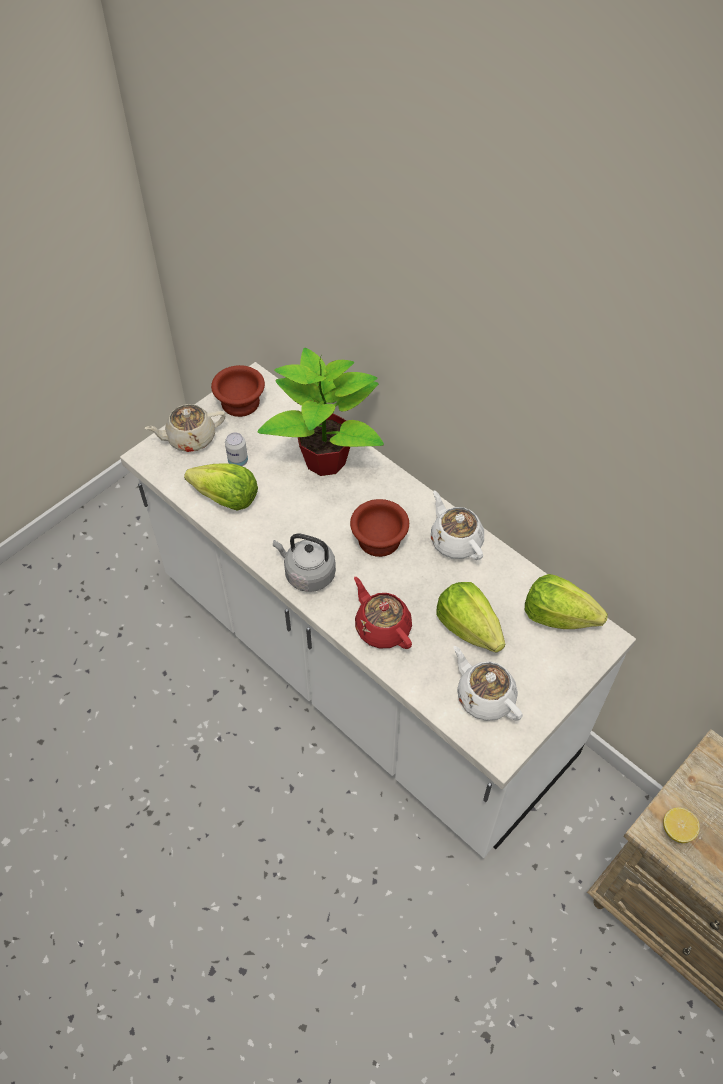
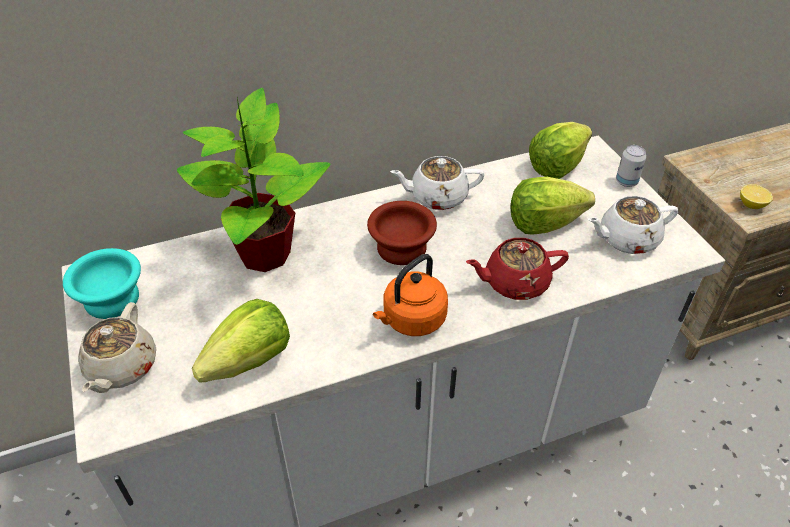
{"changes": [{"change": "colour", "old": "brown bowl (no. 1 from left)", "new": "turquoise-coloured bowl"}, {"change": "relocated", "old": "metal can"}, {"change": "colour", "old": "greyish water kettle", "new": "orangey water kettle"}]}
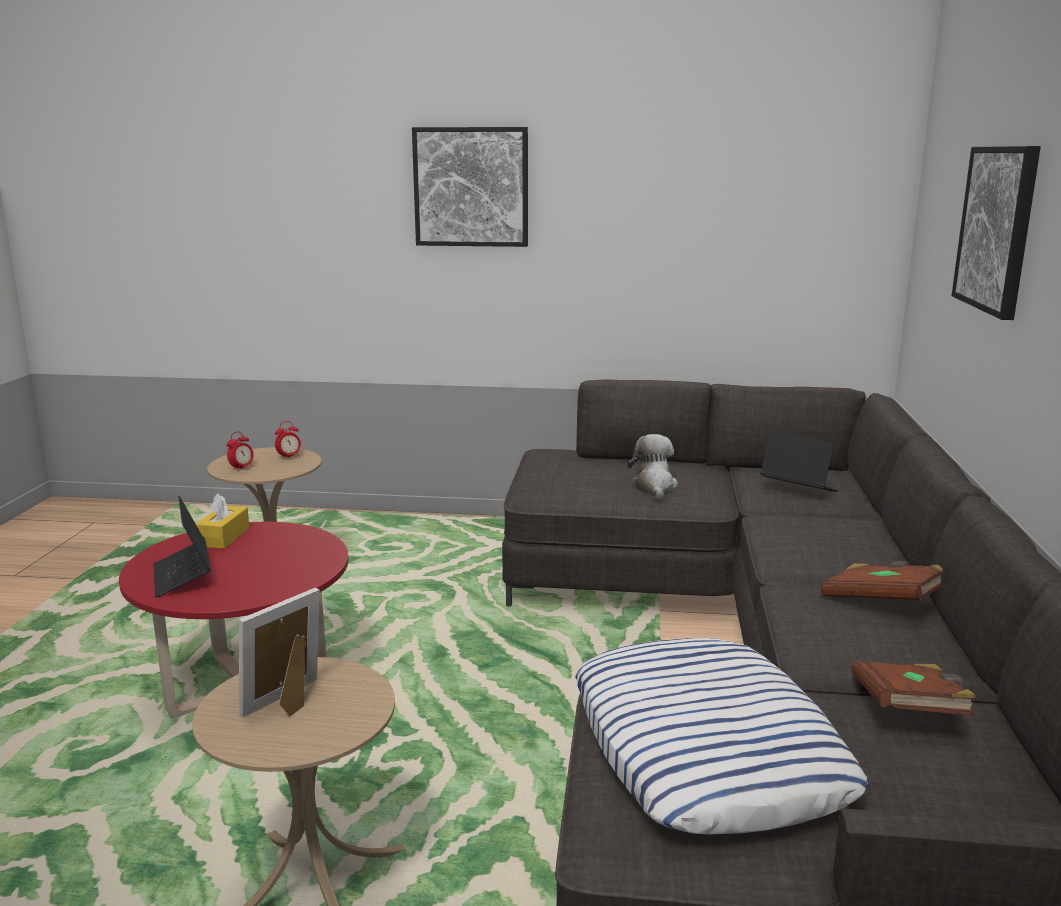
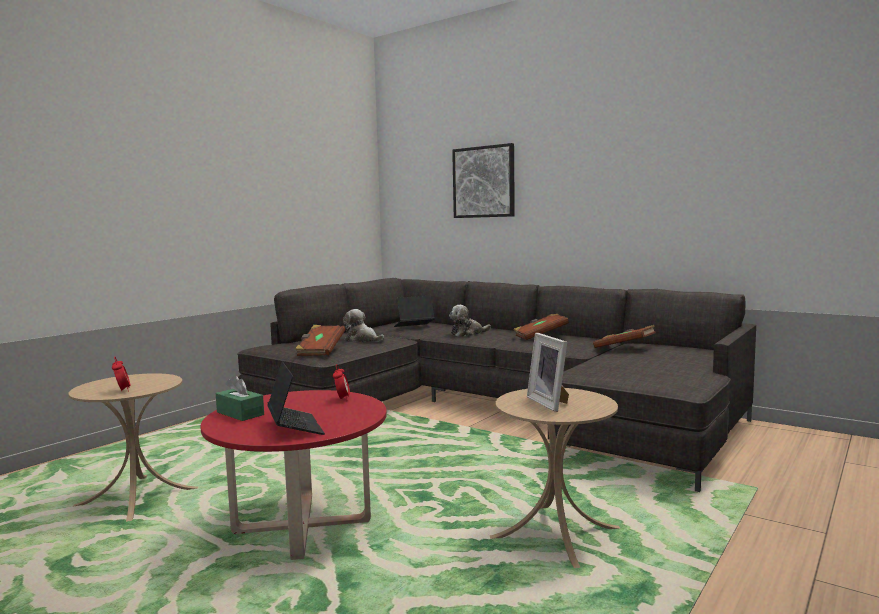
{"changes": [{"change": "spun", "old": "laptop (no. 1 from left)", "degrees": -120}, {"change": "colour", "old": "yellow-coloured box of tissues", "new": "green-coloured box of tissues"}, {"change": "relocated", "old": "bedside clock (no. 2 from left)"}, {"change": "missing", "old": "wall picture (no. 1 from left)"}, {"change": "missing", "old": "pillow"}, {"change": "appeared", "new": "brown bound book (no. 1 from left)"}, {"change": "appeared", "new": "cuddly toy (no. 2 from left)"}]}
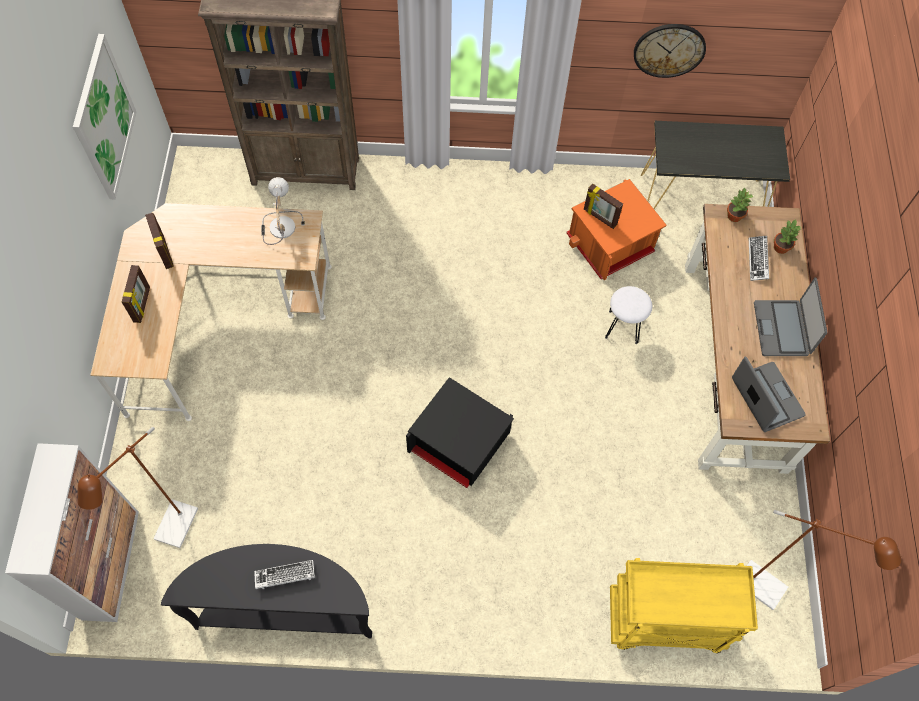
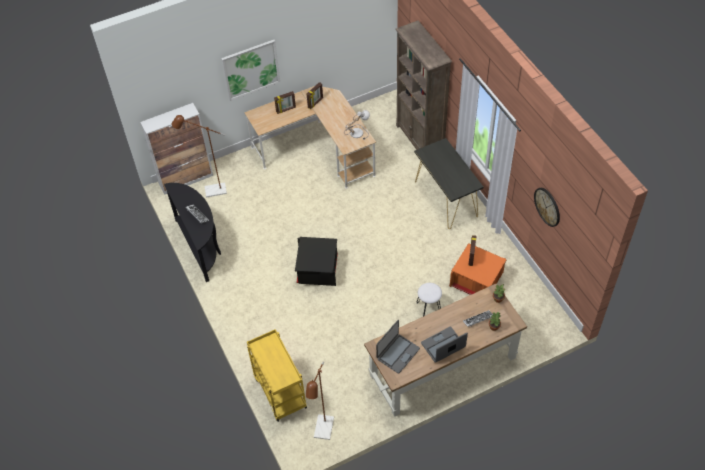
{"changes": [{"change": "relocated", "old": "wall picture"}, {"change": "relocated", "old": "black narrow table (no. 2 from left)"}]}
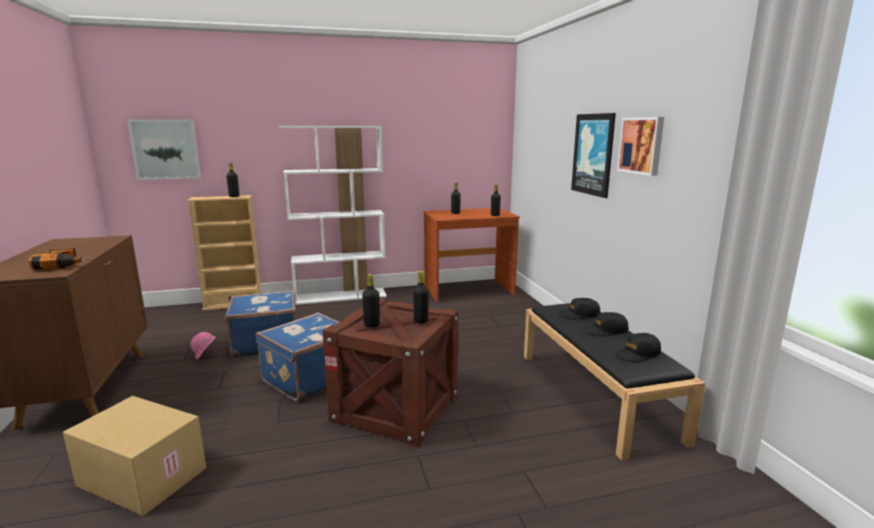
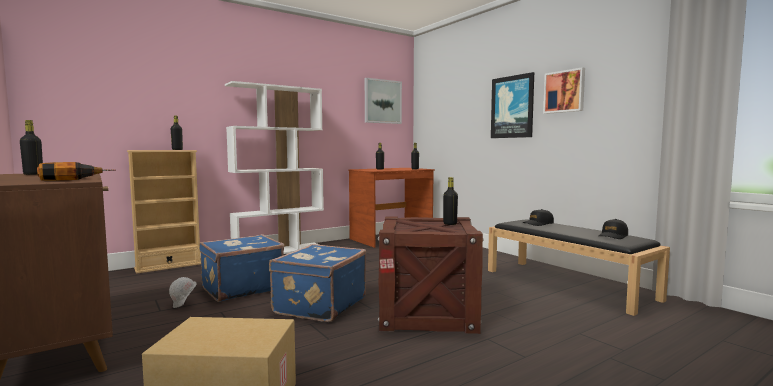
{"changes": [{"change": "relocated", "old": "wall picture (no. 1 from left)"}, {"change": "colour", "old": "pink-coloured hard hat", "new": "white-coloured hard hat"}, {"change": "relocated", "old": "black bottle (no. 2 from left in the first image)", "new": "black bottle (no. 1 from left)"}, {"change": "missing", "old": "black baseball cap (no. 2 from left)"}]}
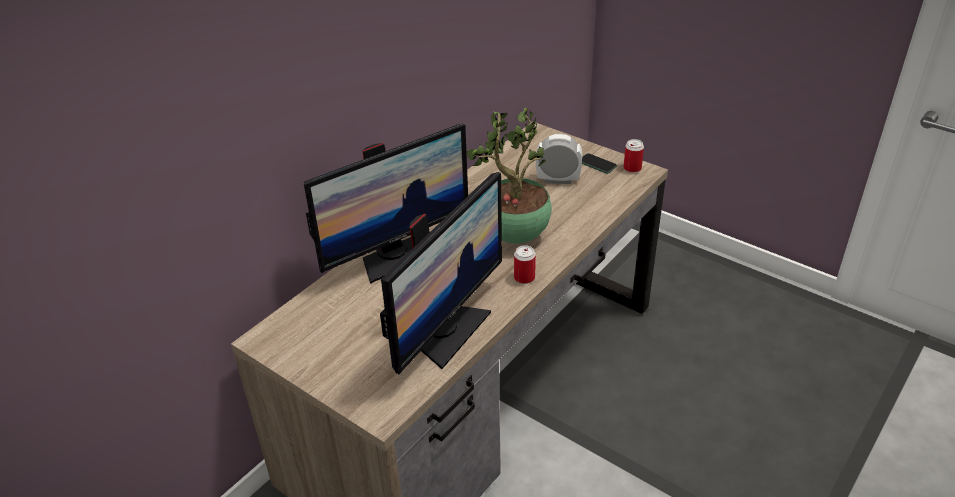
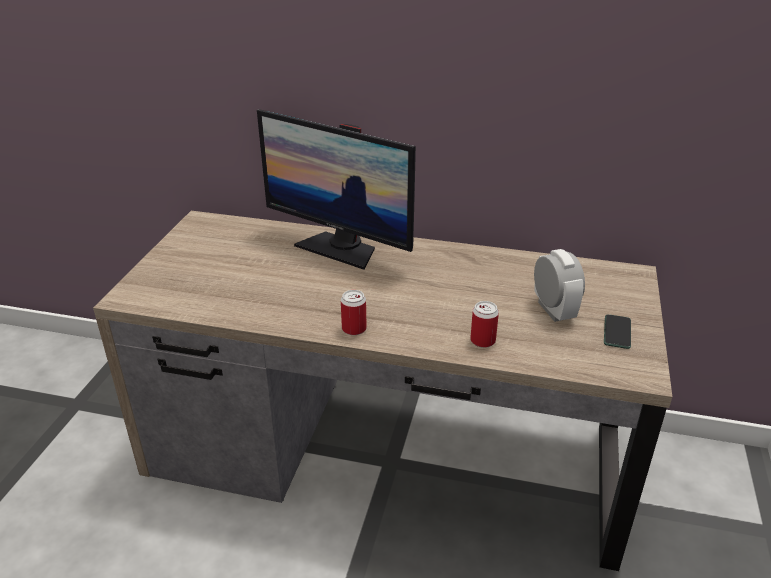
{"changes": [{"change": "missing", "old": "monitor (no. 2 from left)"}, {"change": "missing", "old": "potted plant"}, {"change": "relocated", "old": "metal can (no. 2 from left)"}]}
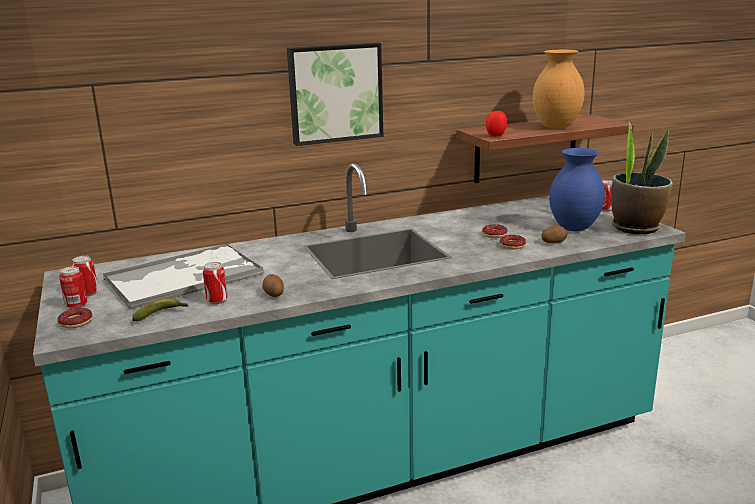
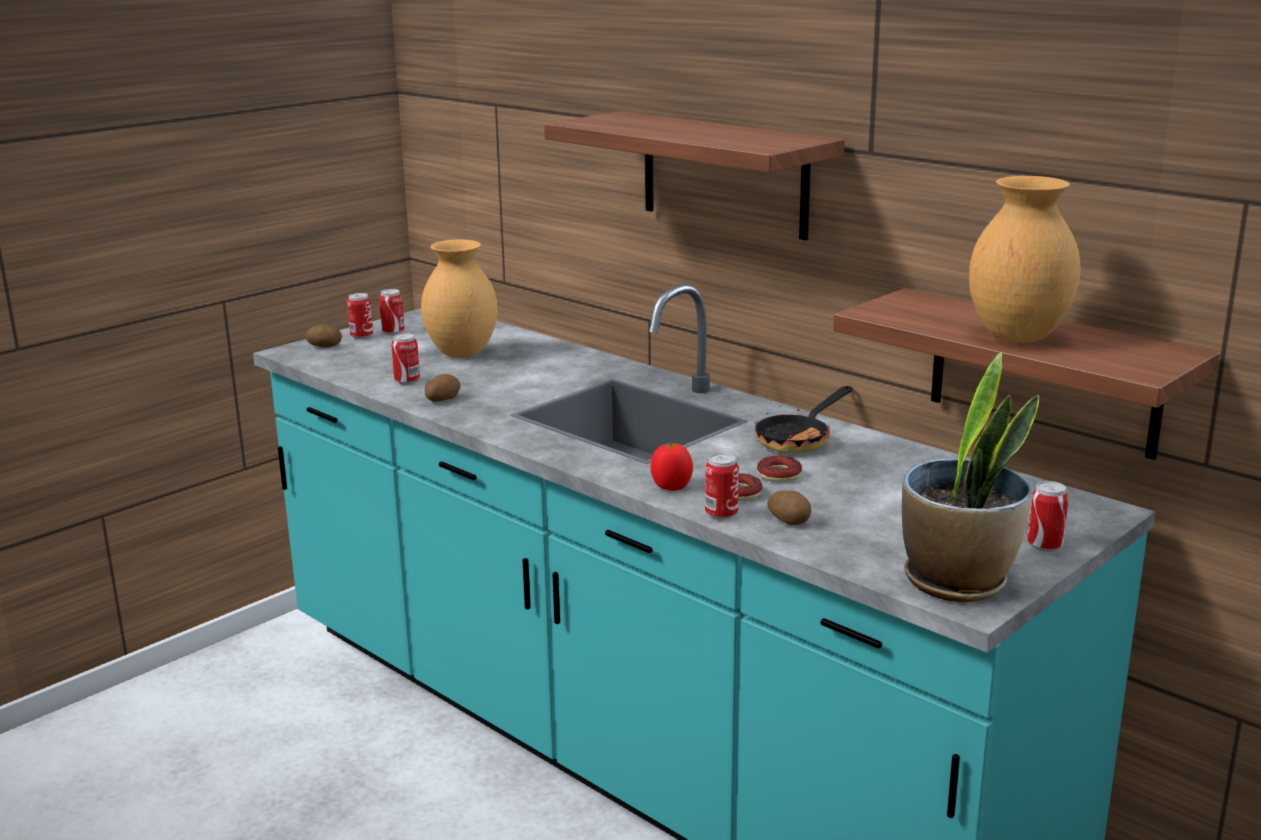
{"changes": [{"change": "exchanged", "old": "donut (no. 1 from left)", "new": "whole potato (no. 1 from left)"}, {"change": "exchanged", "old": "serving tray", "new": "brown vase (no. 1 from left)"}, {"change": "missing", "old": "whole banana"}, {"change": "exchanged", "old": "wall picture", "new": "shelf (no. 1 from left)"}, {"change": "relocated", "old": "tomato"}, {"change": "missing", "old": "blue-coloured vase"}, {"change": "appeared", "new": "metal can (no. 4 from left)"}, {"change": "appeared", "new": "frying pan"}]}
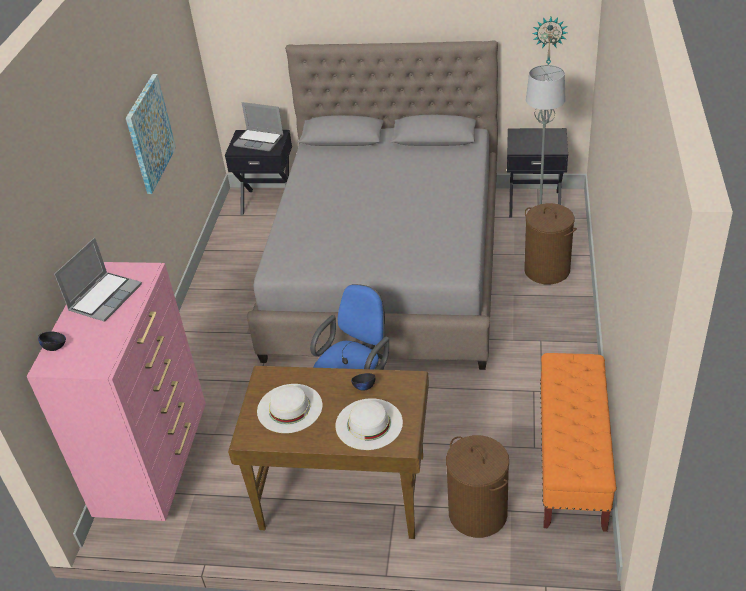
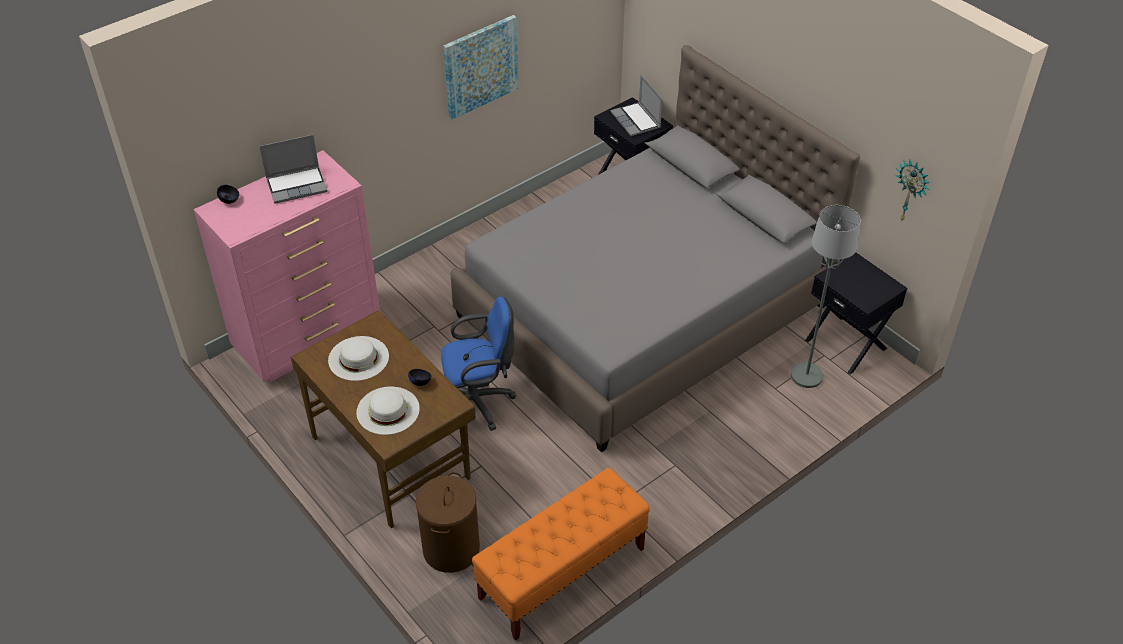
{"changes": [{"change": "missing", "old": "brown hamper (no. 2 from left)"}]}
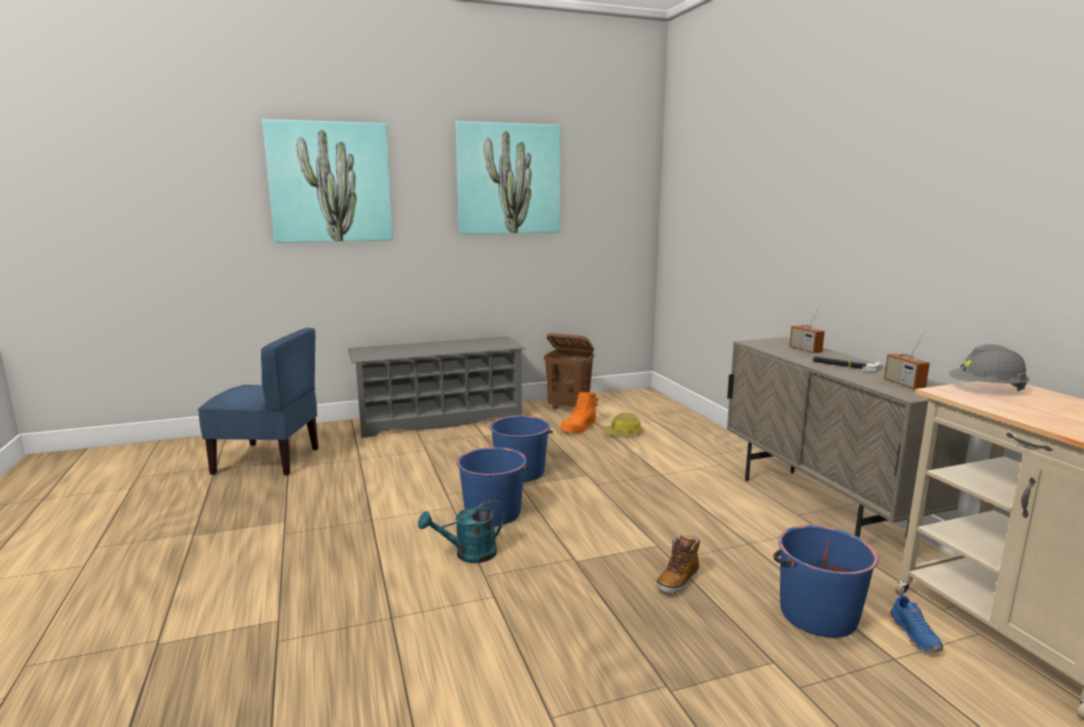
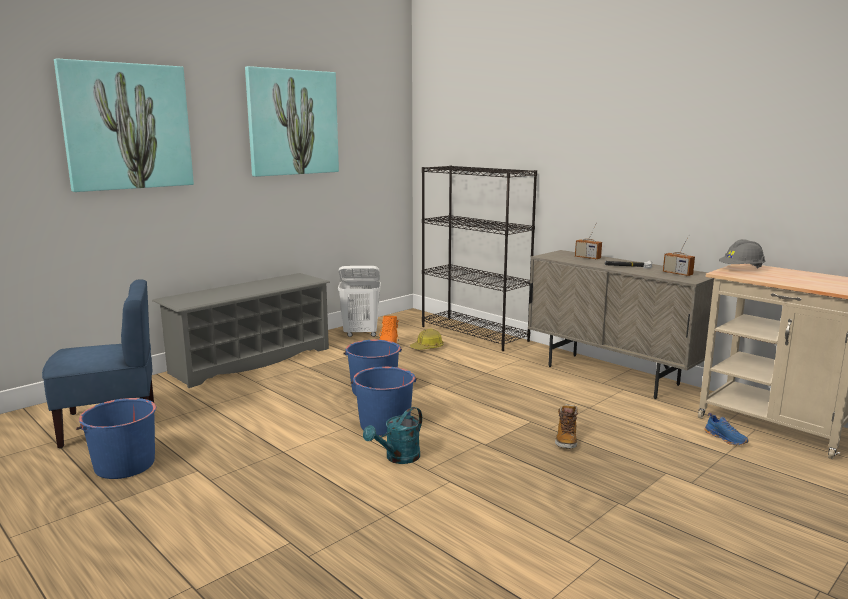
{"changes": [{"change": "colour", "old": "brown hamper", "new": "white-coloured hamper"}, {"change": "relocated", "old": "blue-coloured bucket (no. 3 from left in the first image)", "new": "blue-coloured bucket (no. 1 from left)"}, {"change": "appeared", "new": "black shelving unit"}]}
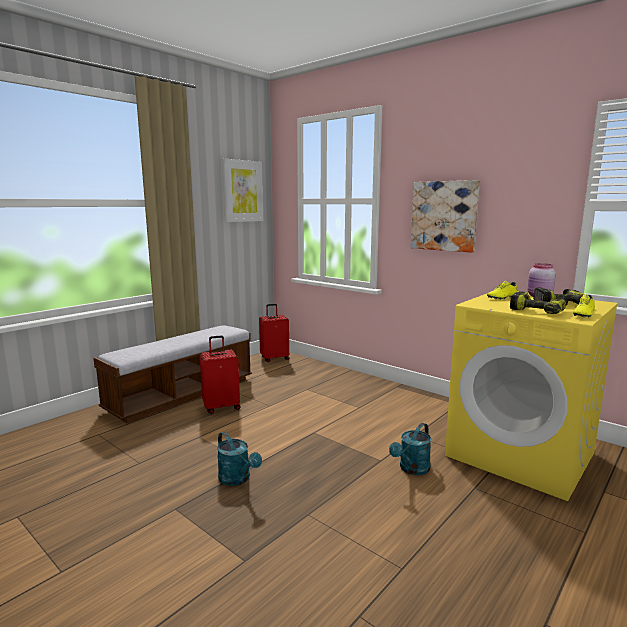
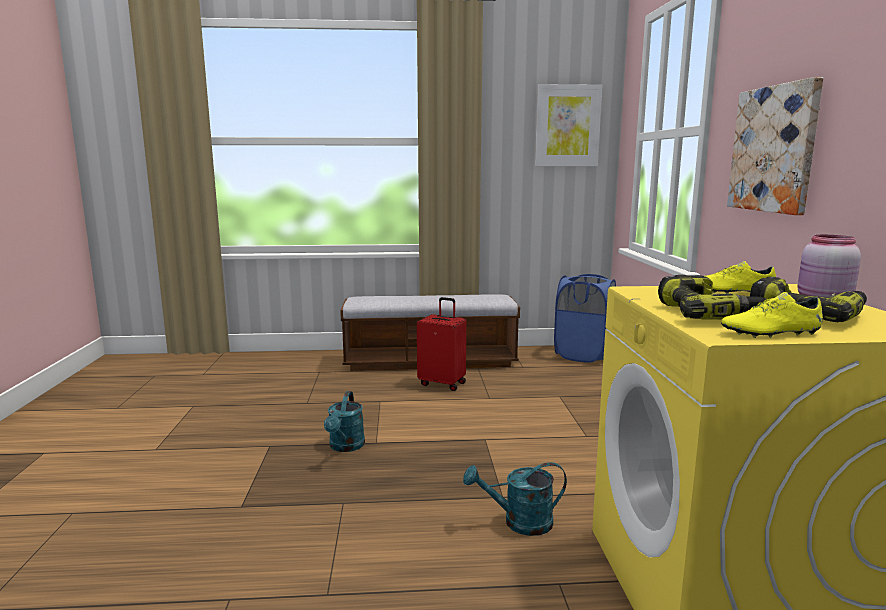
{"changes": [{"change": "exchanged", "old": "red-coloured suitcase (no. 2 from left)", "new": "blue-coloured hamper"}]}
